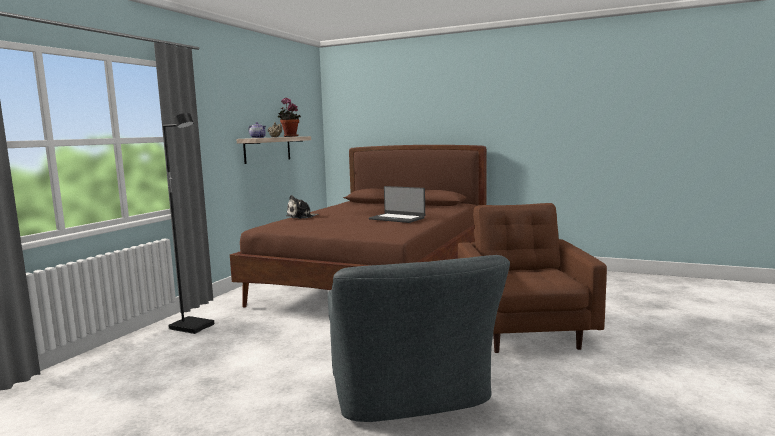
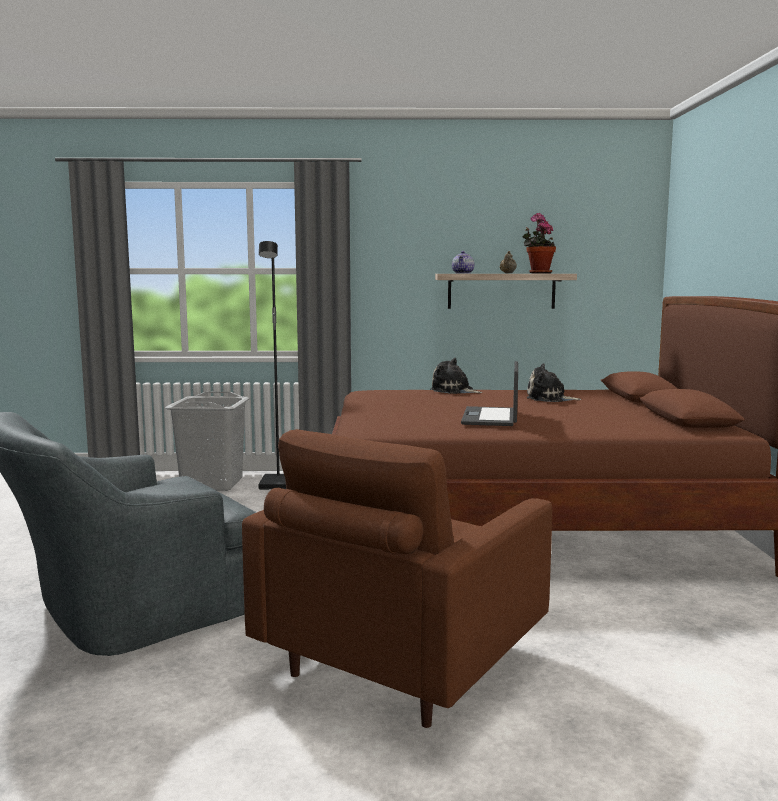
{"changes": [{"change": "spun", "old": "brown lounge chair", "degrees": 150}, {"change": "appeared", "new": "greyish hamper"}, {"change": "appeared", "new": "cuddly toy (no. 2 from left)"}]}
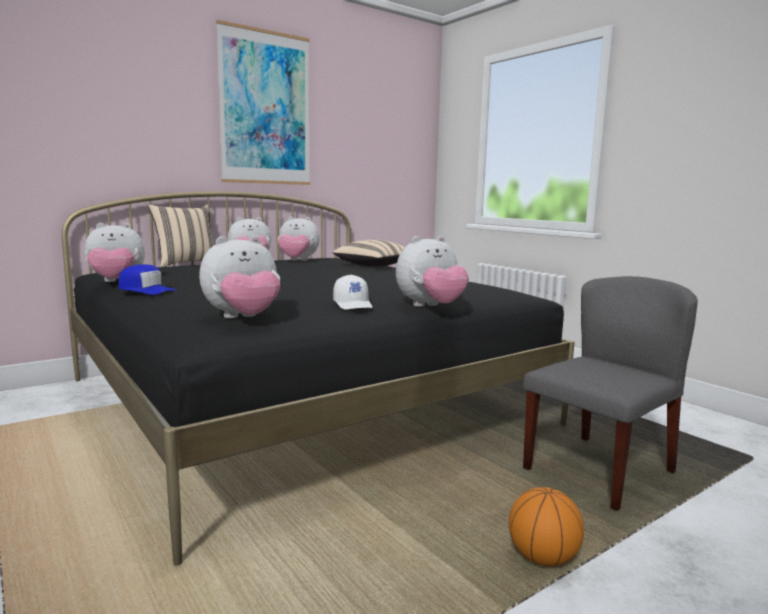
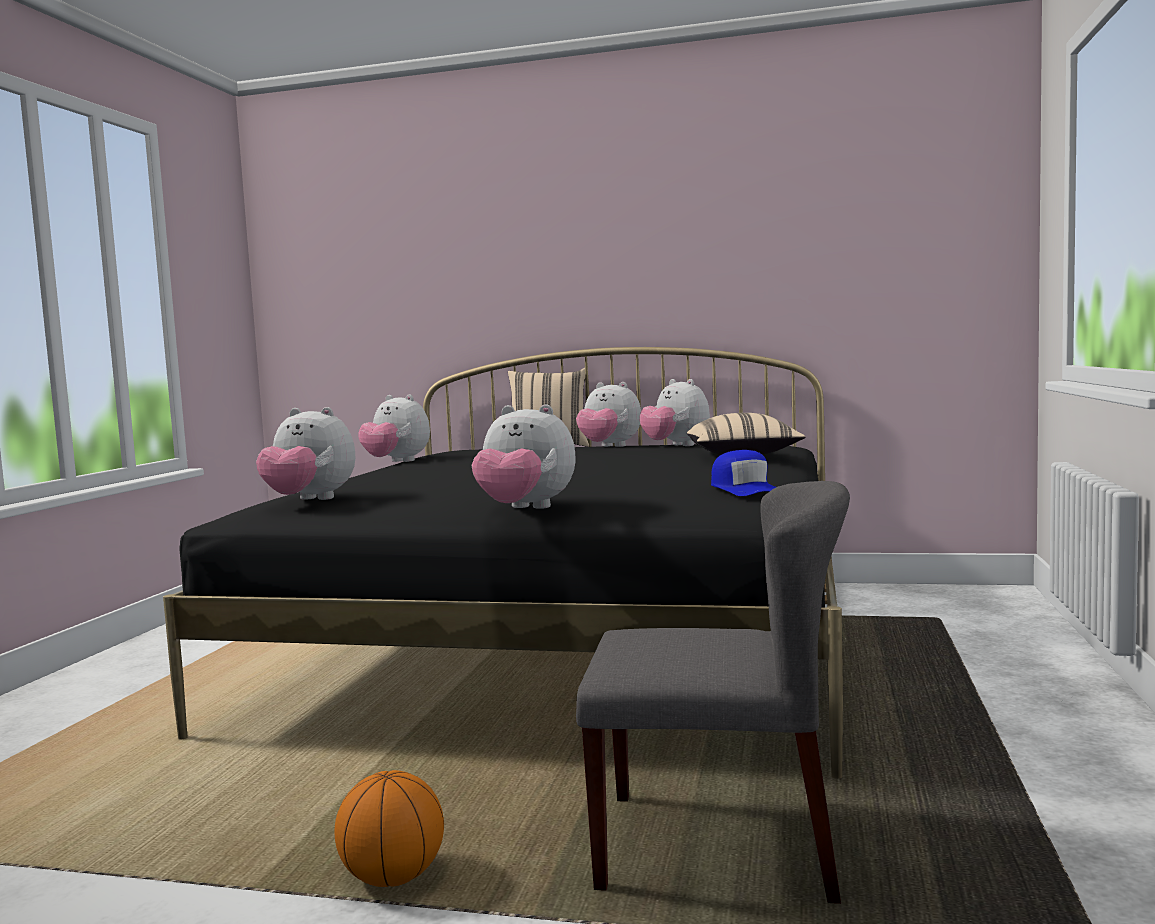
{"changes": [{"change": "relocated", "old": "blue-coloured baseball cap"}, {"change": "missing", "old": "wall picture"}, {"change": "missing", "old": "white-coloured baseball cap"}]}
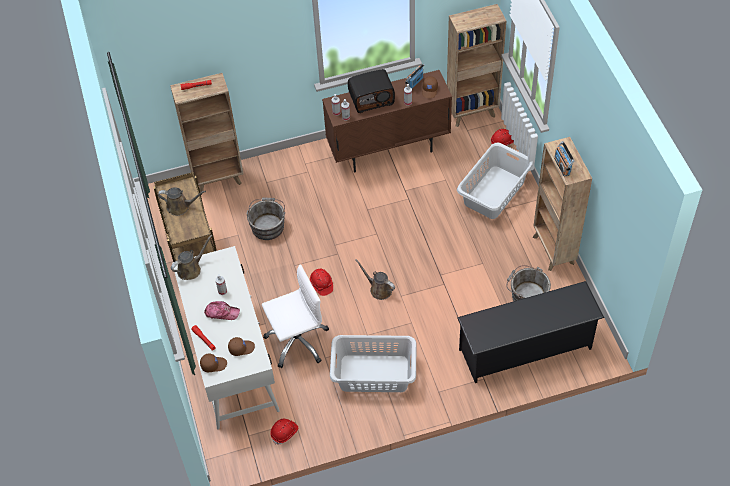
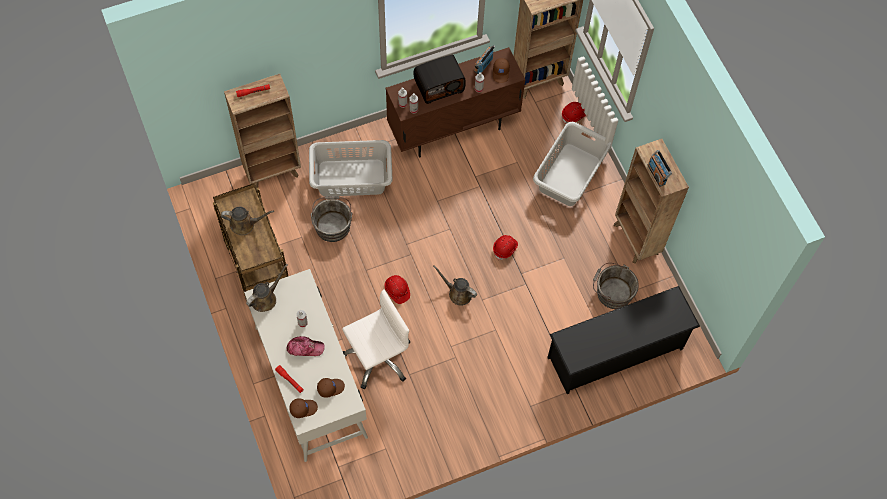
{"changes": [{"change": "relocated", "old": "red-coloured hard hat (no. 1 from left in the first image)", "new": "red-coloured hard hat (no. 2 from left)"}, {"change": "relocated", "old": "greyish hamper (no. 1 from left)"}]}
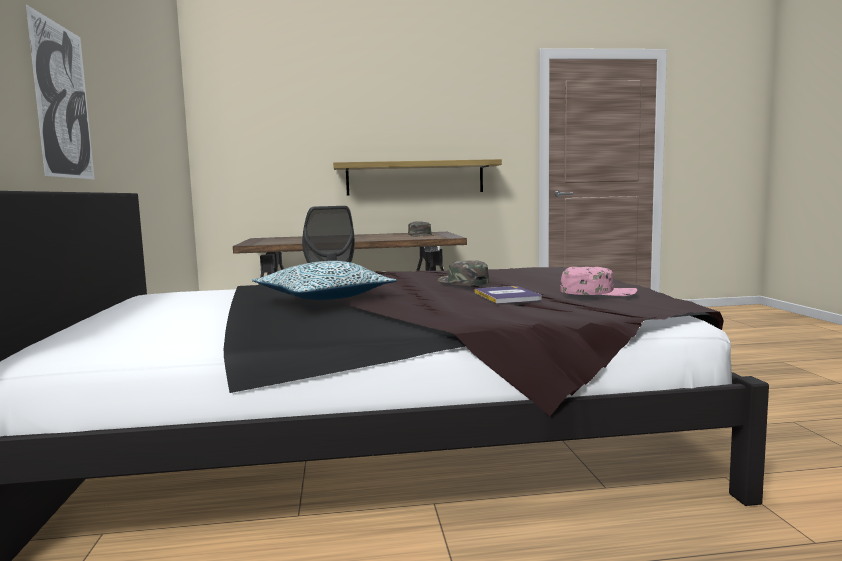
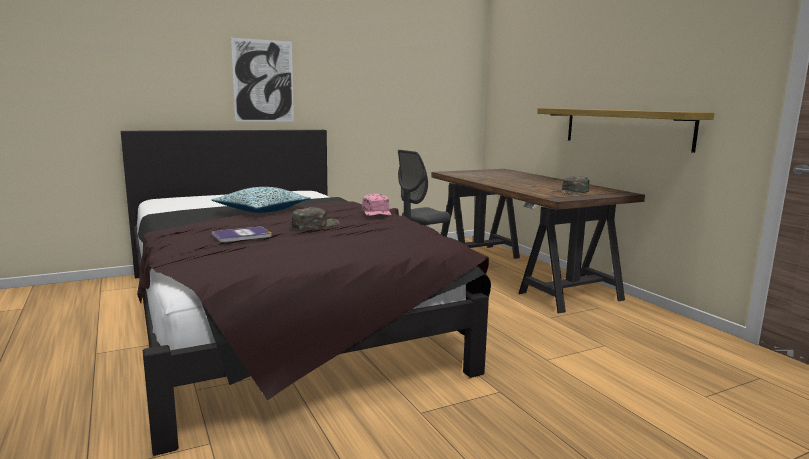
{"changes": [{"change": "relocated", "old": "pink-coloured baseball cap"}]}
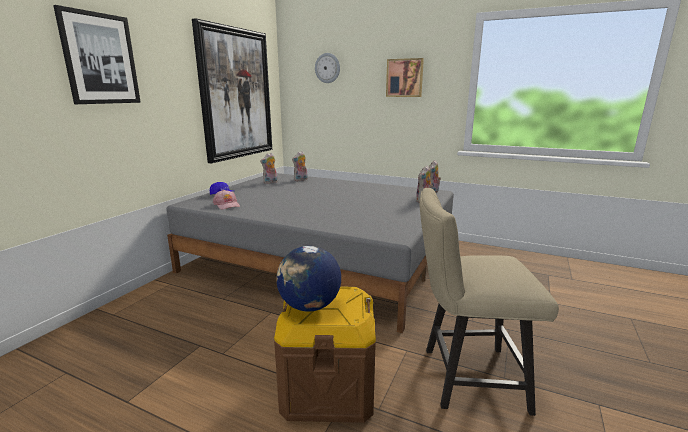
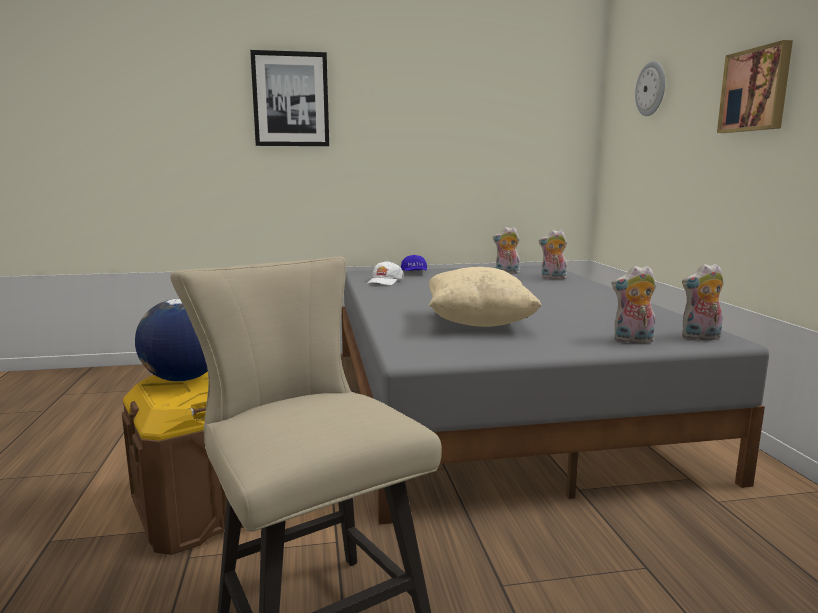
{"changes": [{"change": "missing", "old": "wall picture (no. 2 from left)"}, {"change": "colour", "old": "pink-coloured baseball cap", "new": "white-coloured baseball cap"}, {"change": "appeared", "new": "beige pillow"}]}
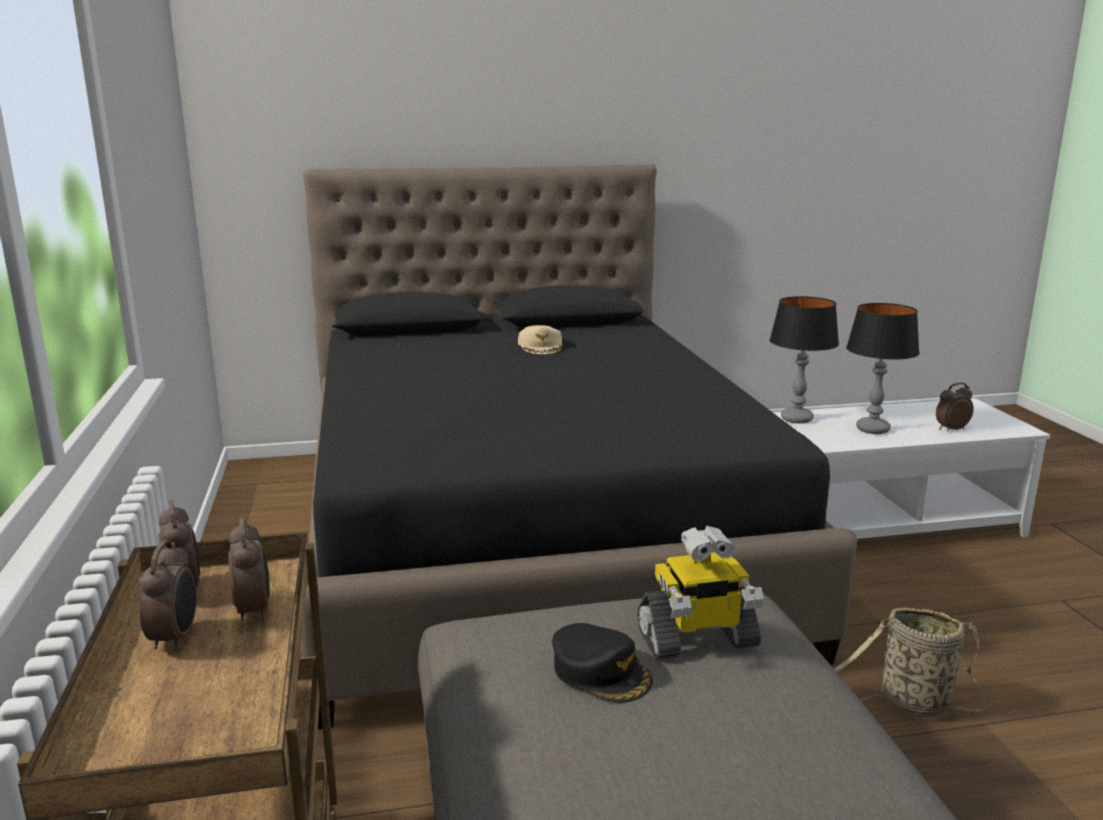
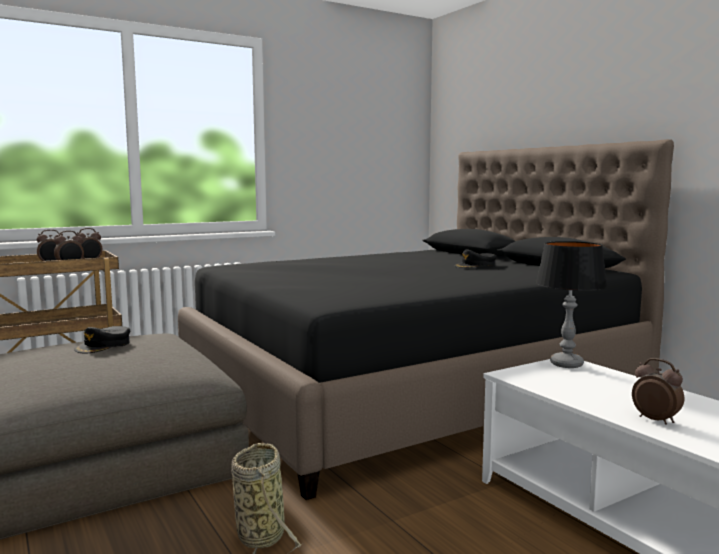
{"changes": [{"change": "colour", "old": "beige baseball cap", "new": "black baseball cap (no. 2 from left)"}, {"change": "missing", "old": "robot figure"}, {"change": "missing", "old": "lamp for a table (no. 2 from left)"}]}
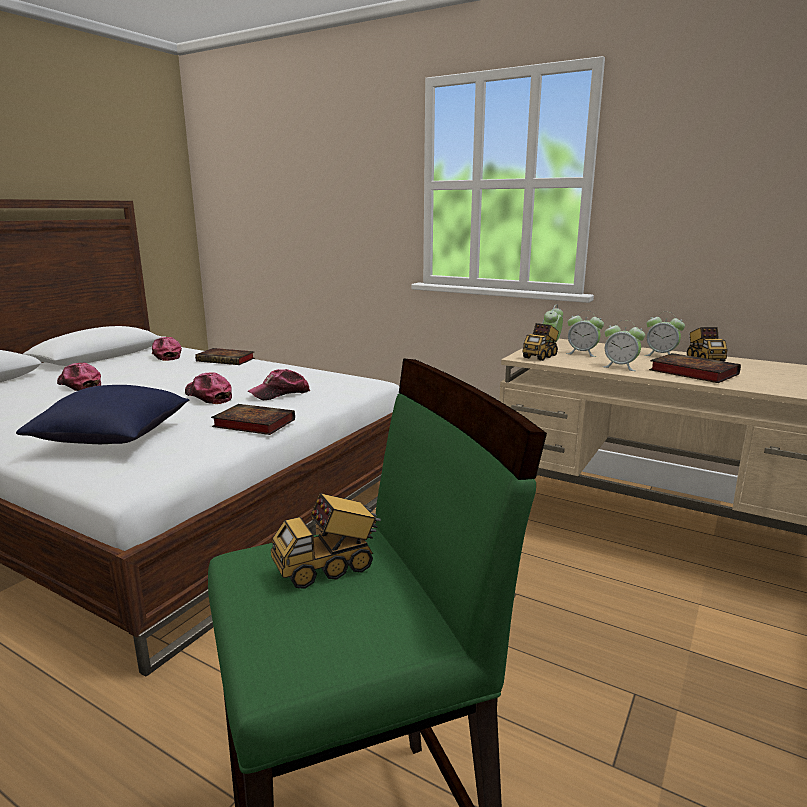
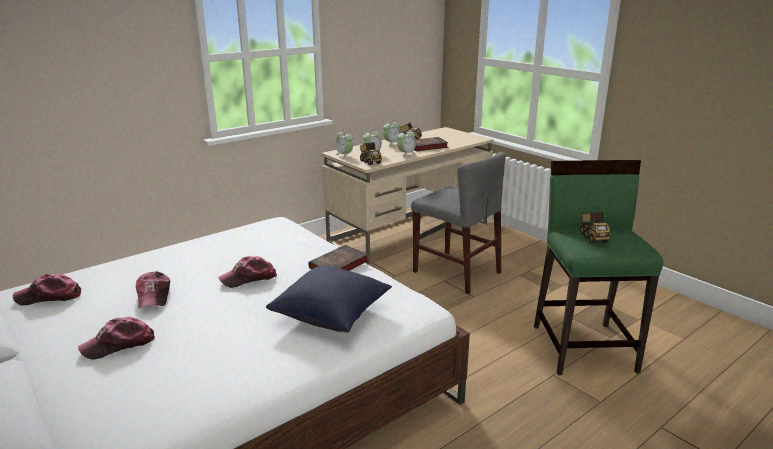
{"changes": [{"change": "missing", "old": "bound book (no. 1 from left)"}, {"change": "relocated", "old": "baseball cap (no. 4 from left in the first image)", "new": "baseball cap (no. 3 from left)"}, {"change": "appeared", "new": "greyish chair"}]}
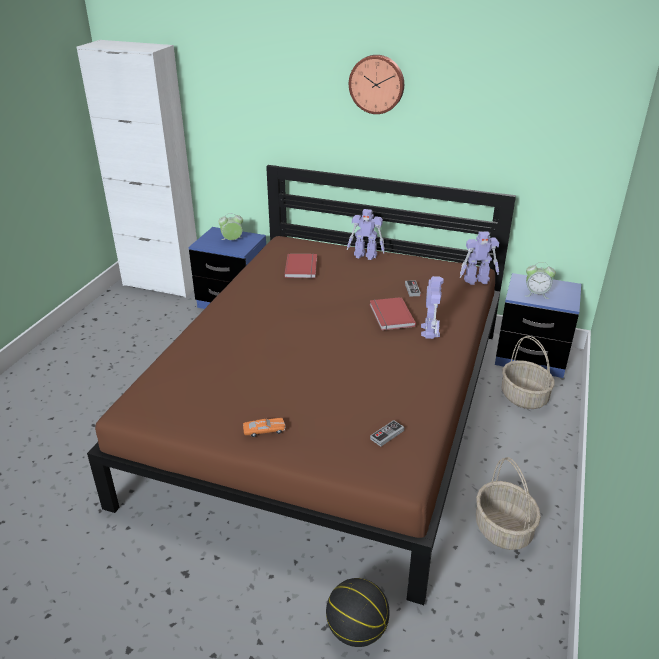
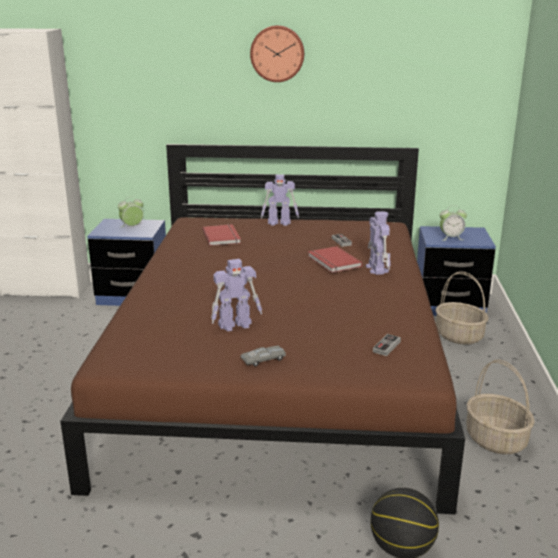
{"changes": [{"change": "colour", "old": "orangey model car", "new": "greyish model car"}, {"change": "relocated", "old": "robot figure (no. 3 from left in the first image)", "new": "robot figure (no. 1 from left)"}]}
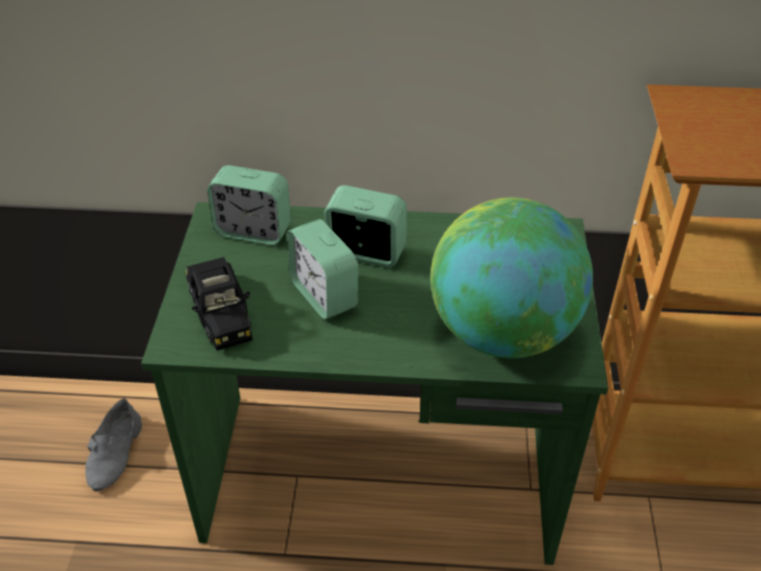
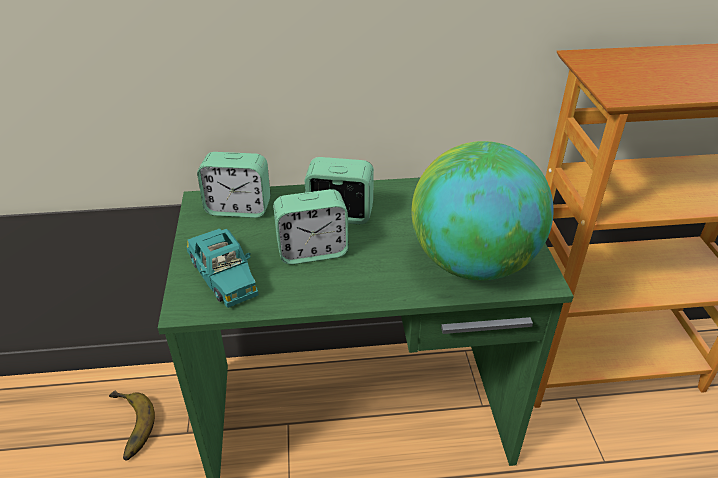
{"changes": [{"change": "exchanged", "old": "greyish item of footwear", "new": "whole banana"}, {"change": "colour", "old": "black model car", "new": "turquoise-coloured model car"}, {"change": "spun", "old": "bedside clock (no. 2 from left)", "degrees": -60}]}
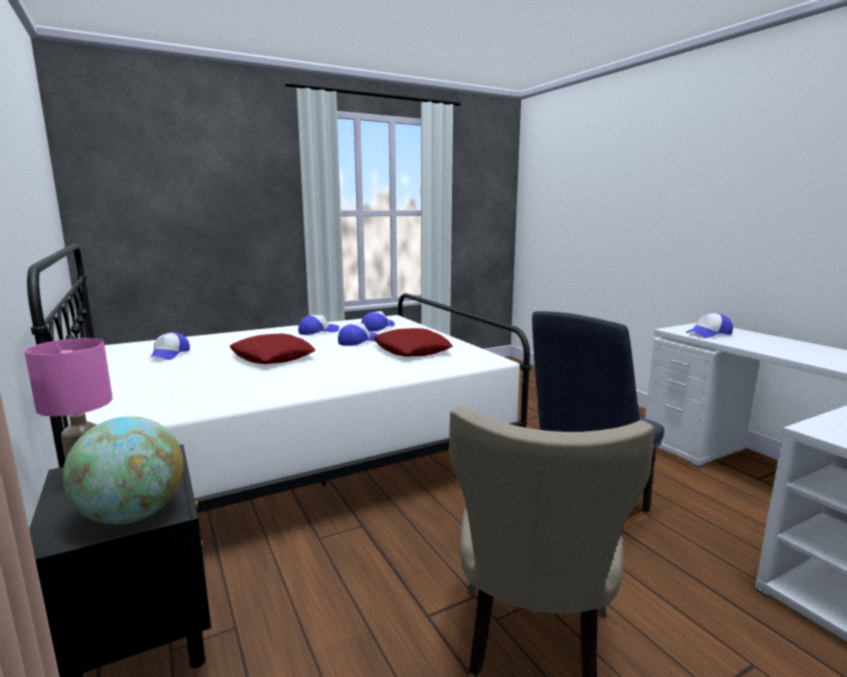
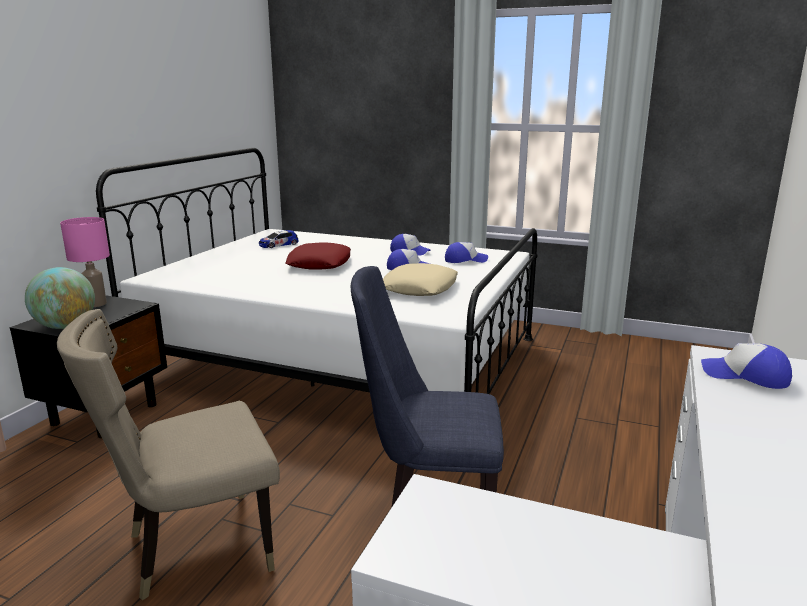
{"changes": [{"change": "exchanged", "old": "baseball cap (no. 1 from left)", "new": "model car"}, {"change": "colour", "old": "red-coloured pillow (no. 2 from left)", "new": "beige pillow"}]}
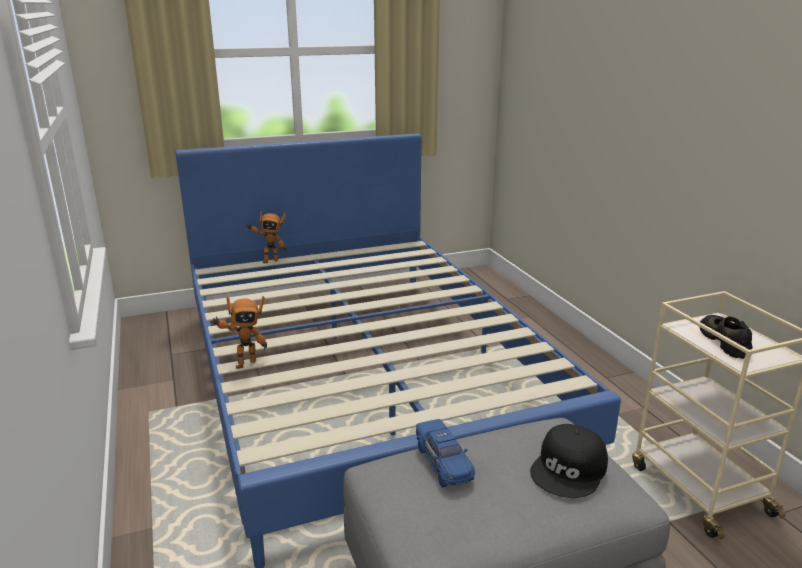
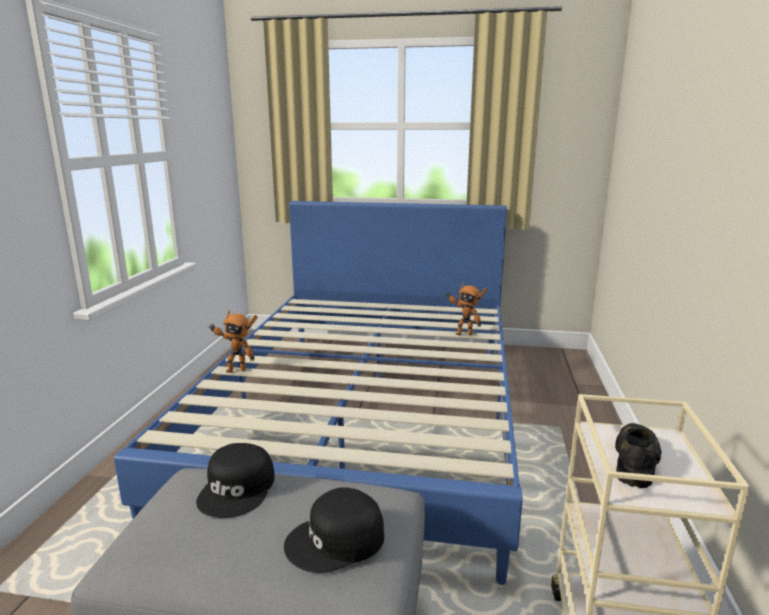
{"changes": [{"change": "relocated", "old": "robot figure (no. 2 from left)"}, {"change": "exchanged", "old": "blue-coloured model car", "new": "black baseball cap (no. 1 from left)"}]}
